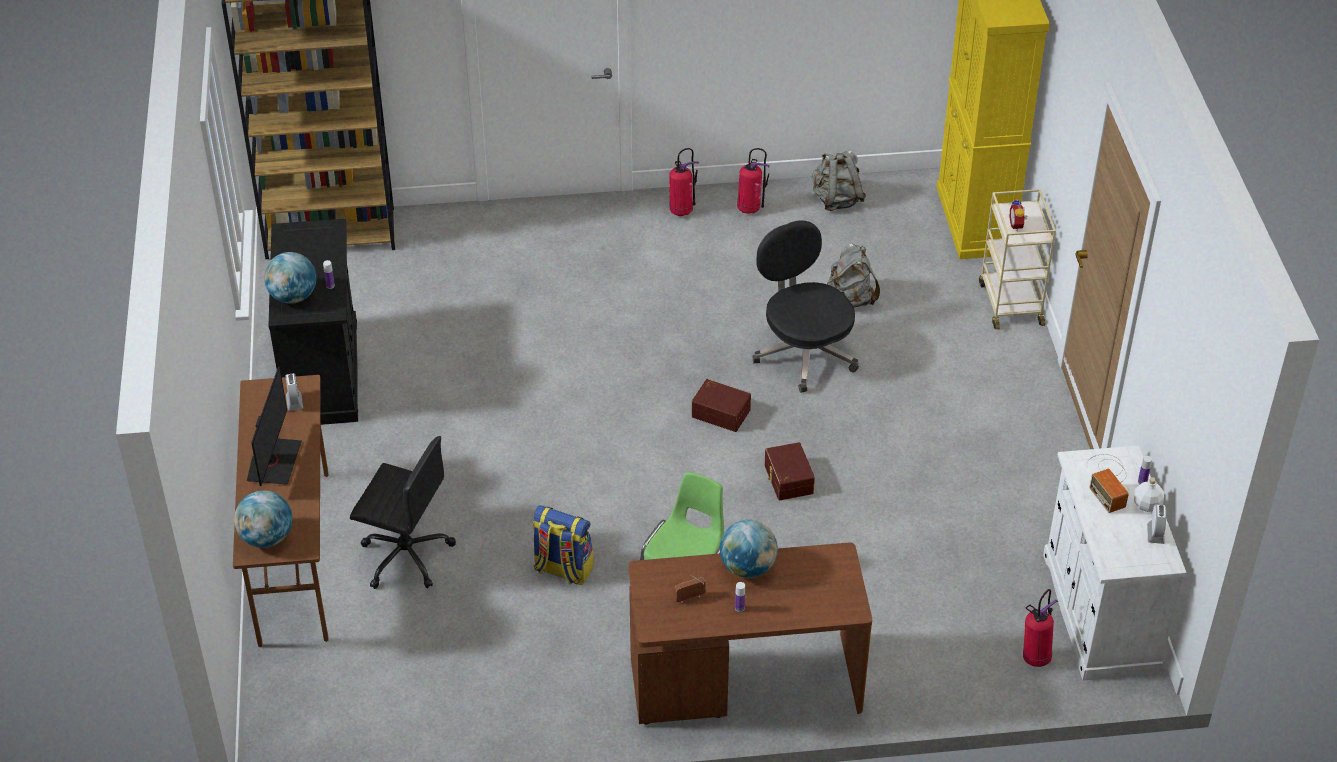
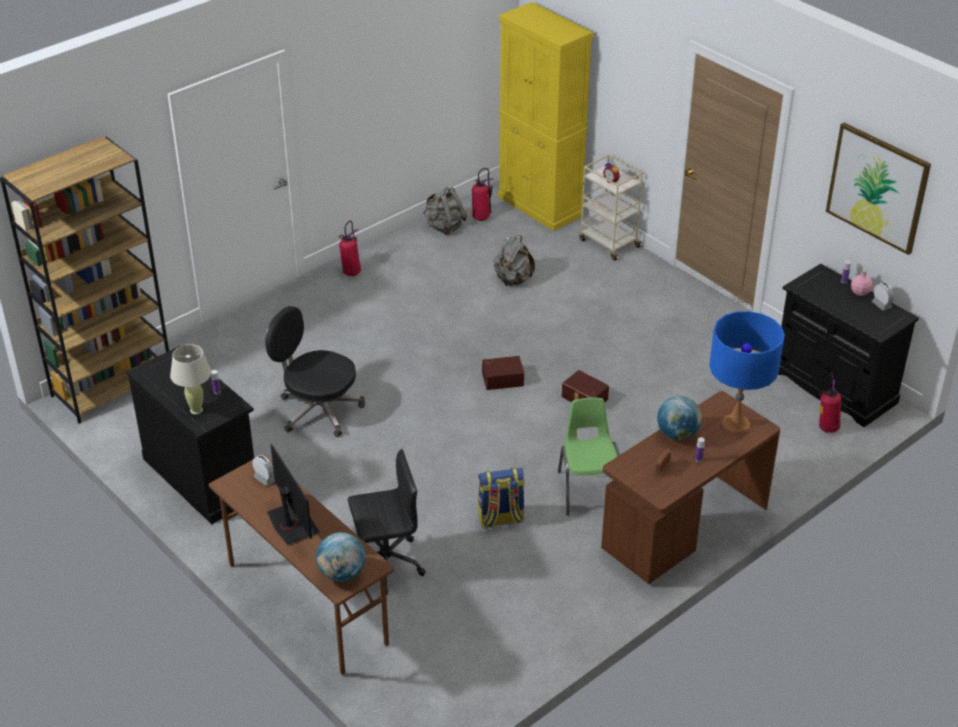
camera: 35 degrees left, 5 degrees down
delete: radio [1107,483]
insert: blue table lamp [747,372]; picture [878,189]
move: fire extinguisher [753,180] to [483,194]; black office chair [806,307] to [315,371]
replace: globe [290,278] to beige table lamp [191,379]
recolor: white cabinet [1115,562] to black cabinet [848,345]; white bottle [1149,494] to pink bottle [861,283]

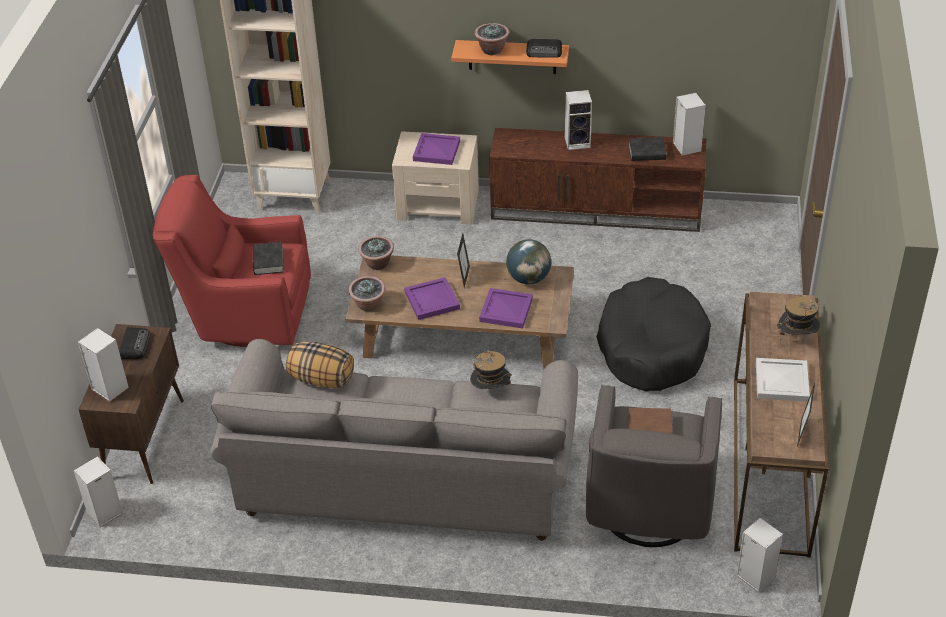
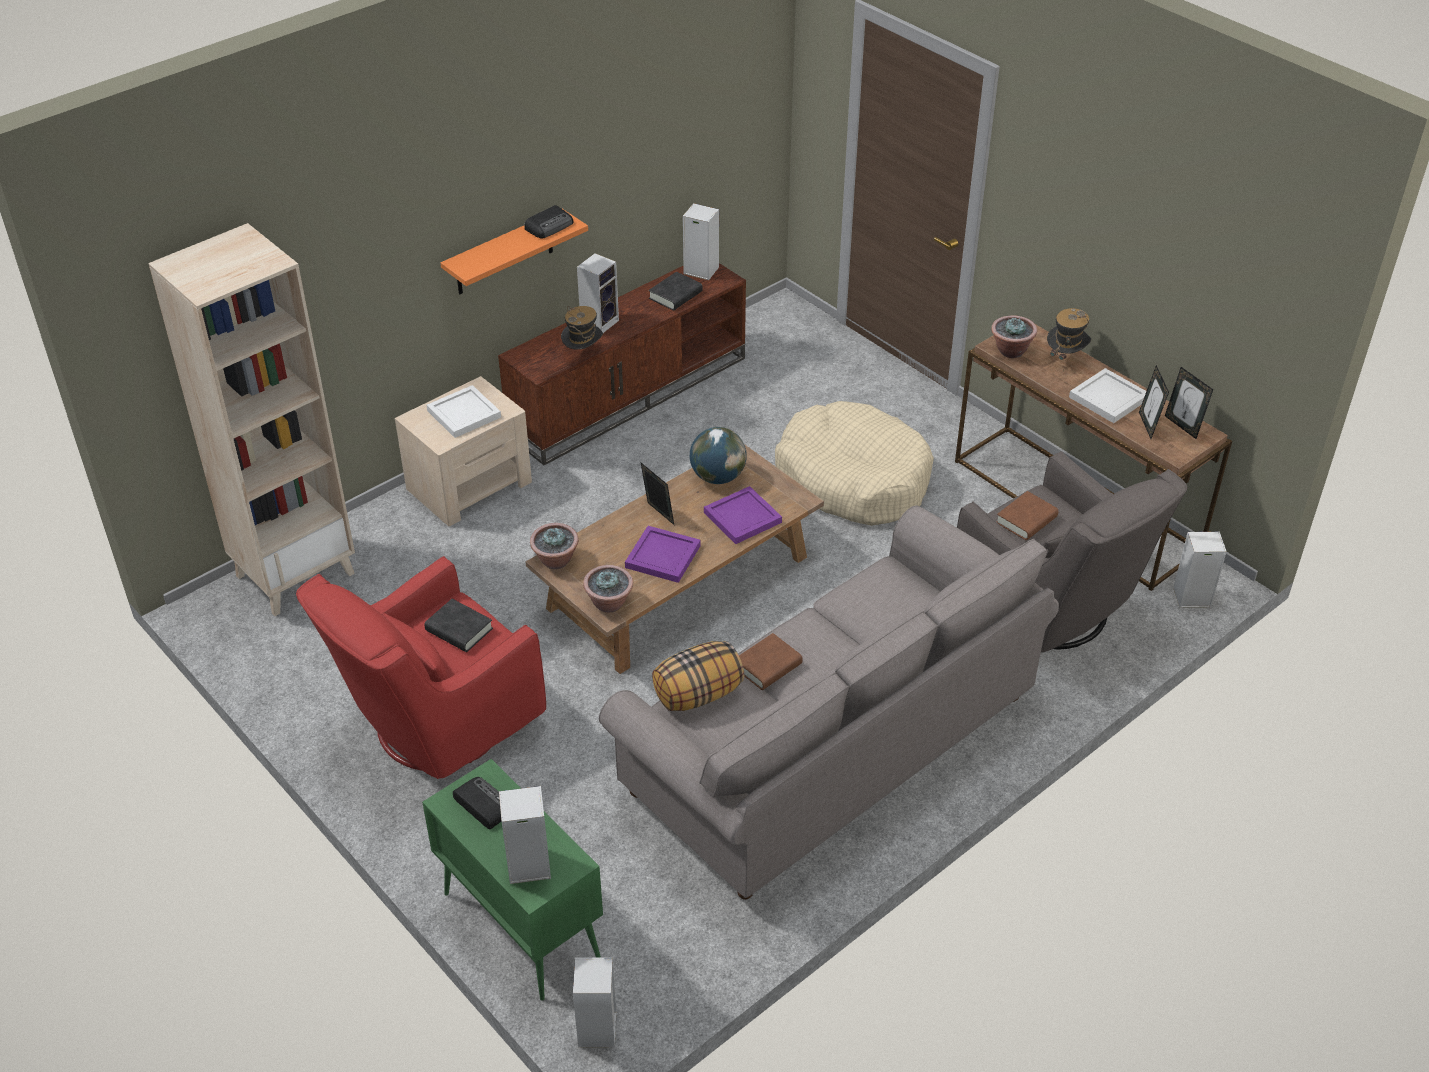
camera: 50 degrees left, 0 degrees up
insert: brown book [771,661]; picture frame [1154,402]
move: hat [491,368] to [582,328]; potted plant [492,39] to [1014,336]
recolor: brown cabinet [131,404] to green cabinet [512,880]; purple tray [436,149] to white tray [463,411]; black dog bed [653,334] to beige dog bed [854,463]

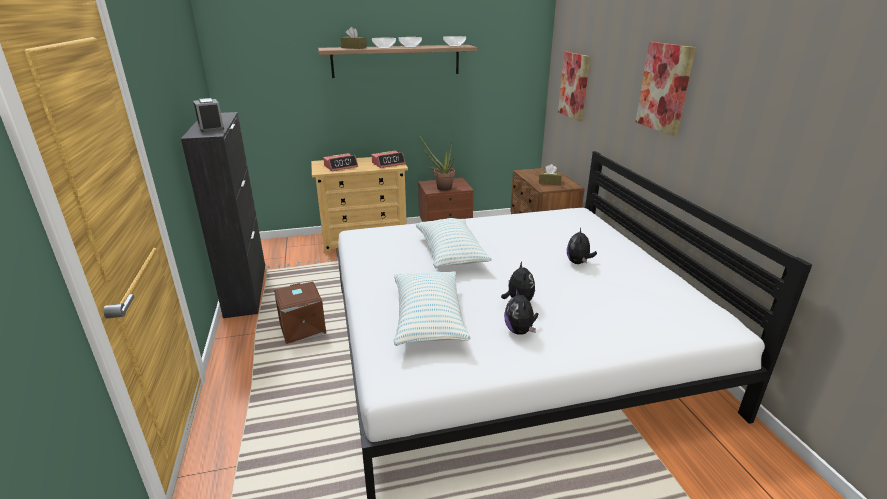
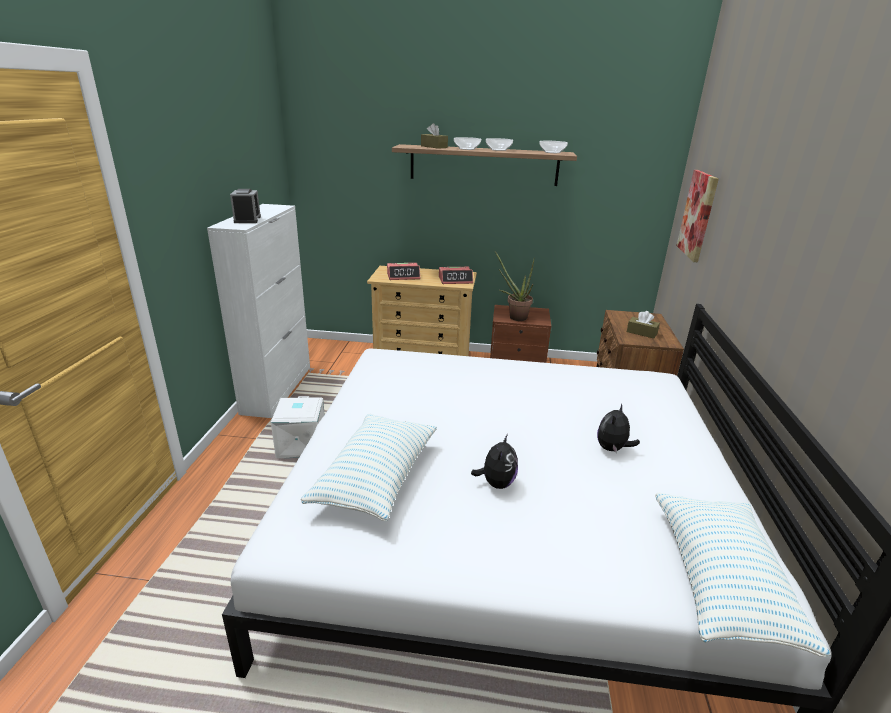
camera: 20 degrees right, 0 degrees up
delete: plush toy [521,312]; picture [666,89]
move: pillow [454,243] to [743,575]
recolor: black cabinet [223,215] to white cabinet [258,311]; brown storage box [300,313] to white storage box [298,427]

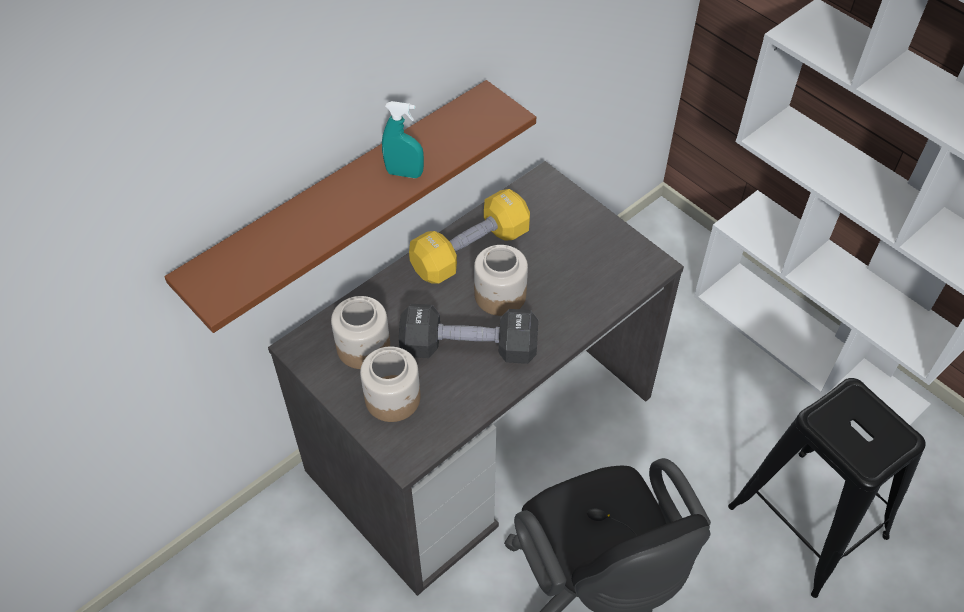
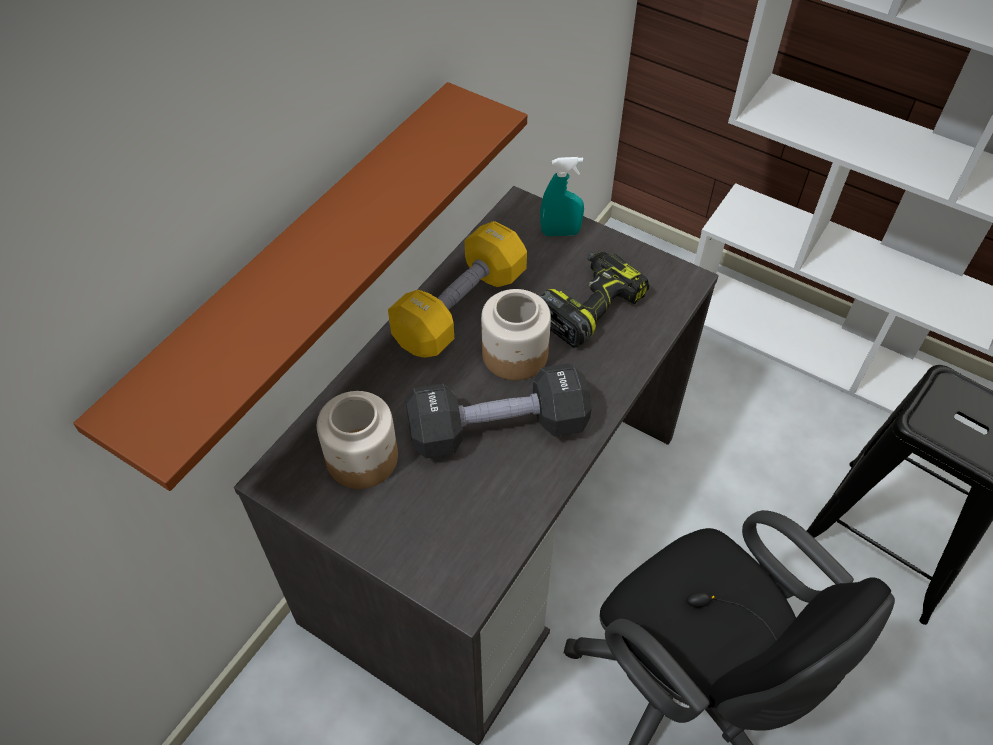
camera: 15 degrees left, 0 degrees up
delete: jar [390,384]
insert: power drill [595,300]
move: turquoise spray bottle [403,139] to [562,196]

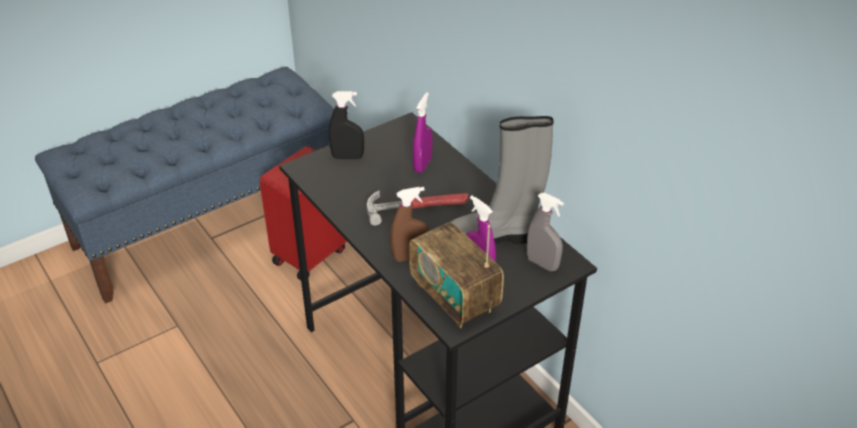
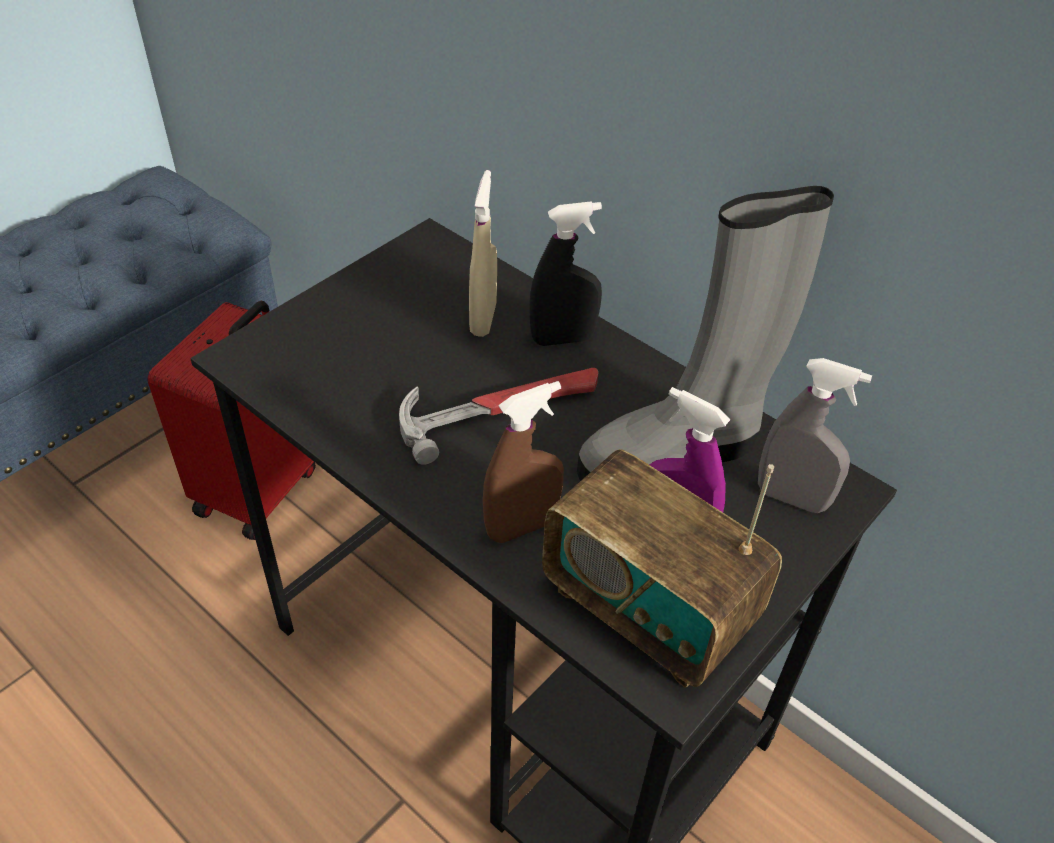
camera: 15 degrees left, 5 degrees up
move: black spray bottle [346,125] to [565,273]
recolor: purple spray bottle [422,132] to beige spray bottle [483,253]

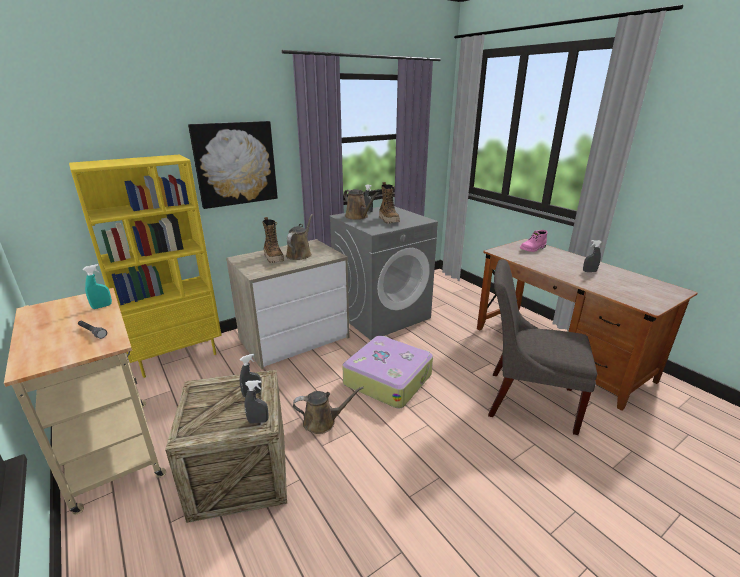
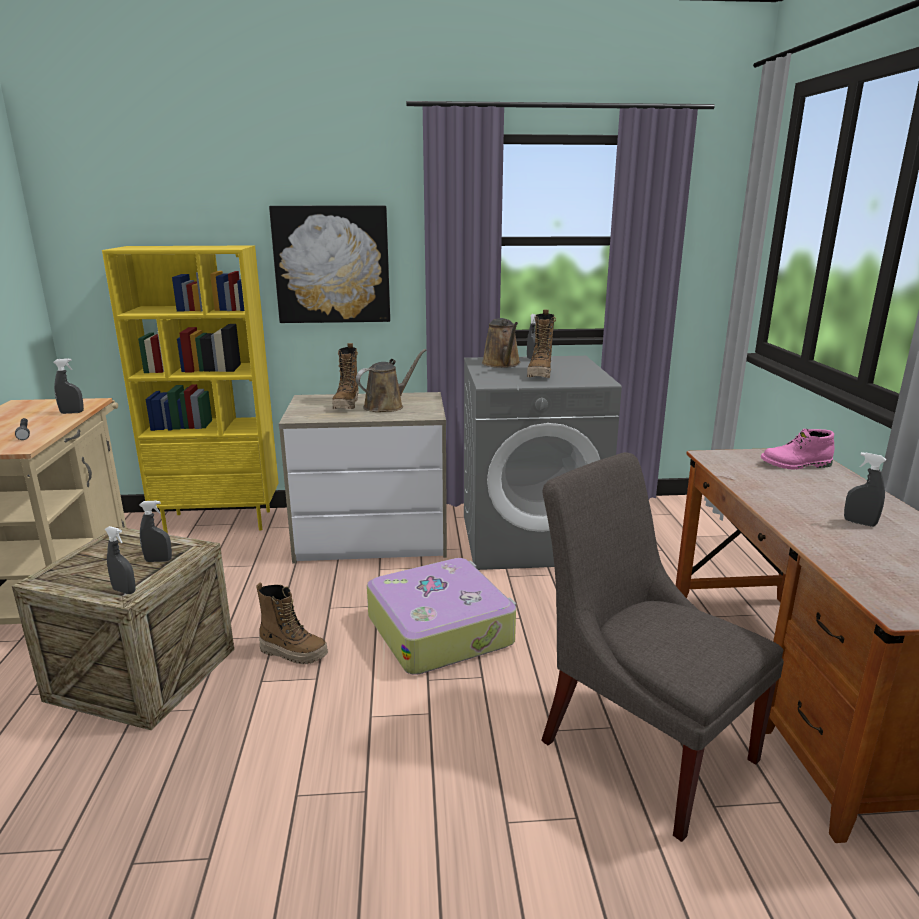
camera: 30 degrees right, 5 degrees down
replace: brown watering can [328,410] to boot [292,623]
recolor: turquoise spray bottle [97,286] to grey spray bottle [68,386]

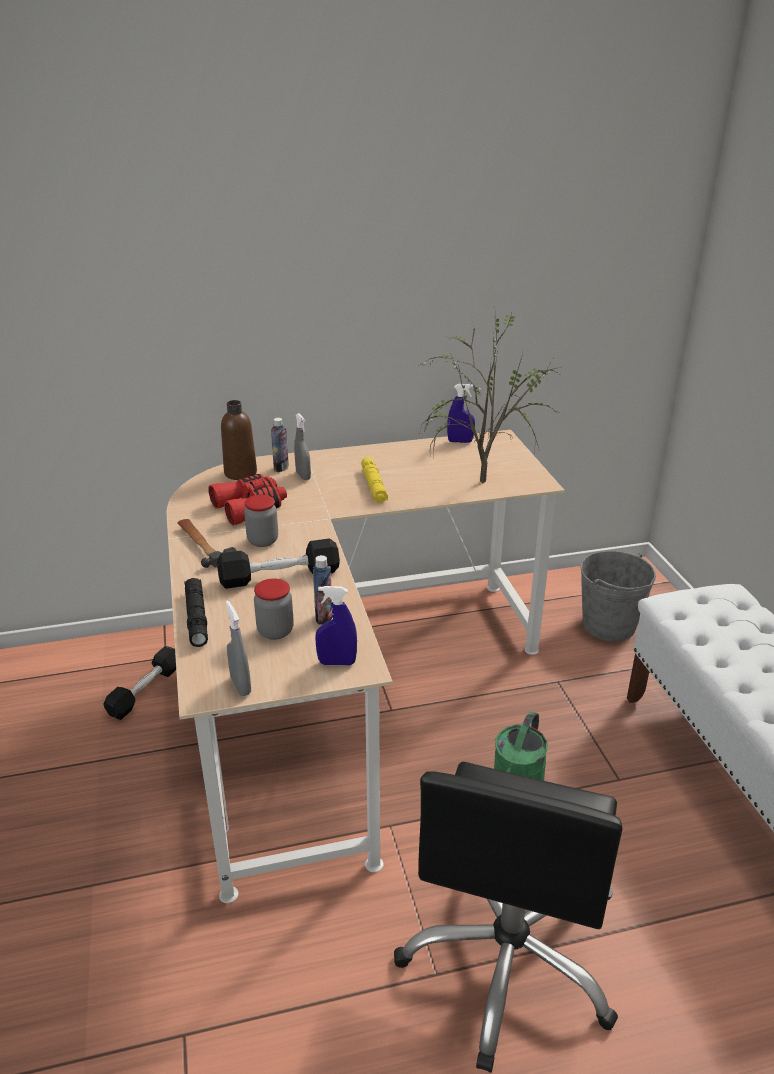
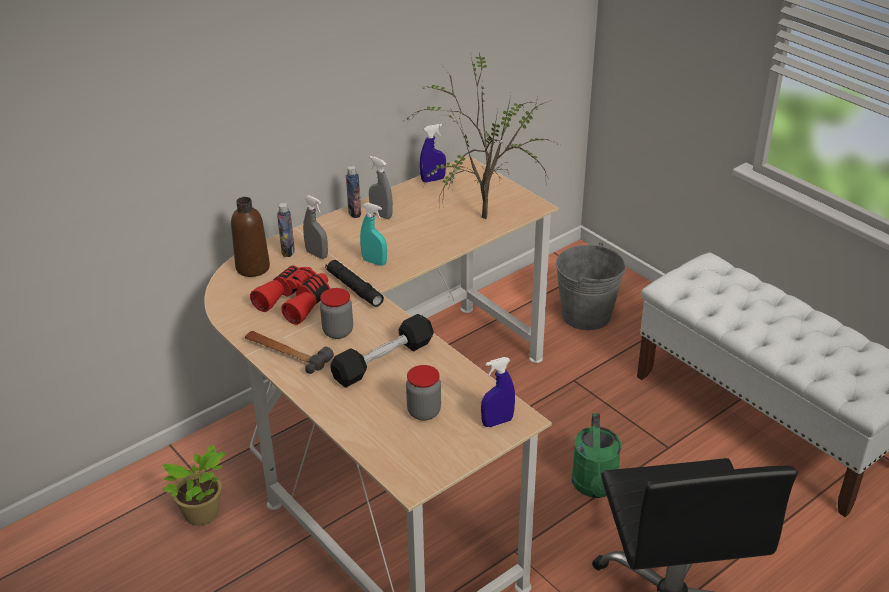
camera: 25 degrees left, 5 degrees up
delete: yellow flashlight [374,480]
insert: turquoise spray bottle [373,234]
move: black flashlight [196,612] to [354,283]; grey spray bottle [238,648] to [381,187]; bottle [323,590] to [353,192]
replace: black dumbbell [139,683] to potted plant [194,485]

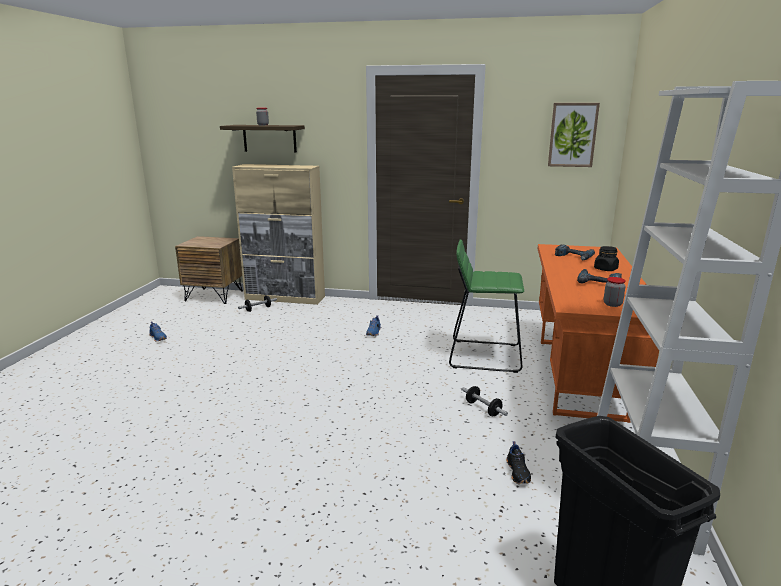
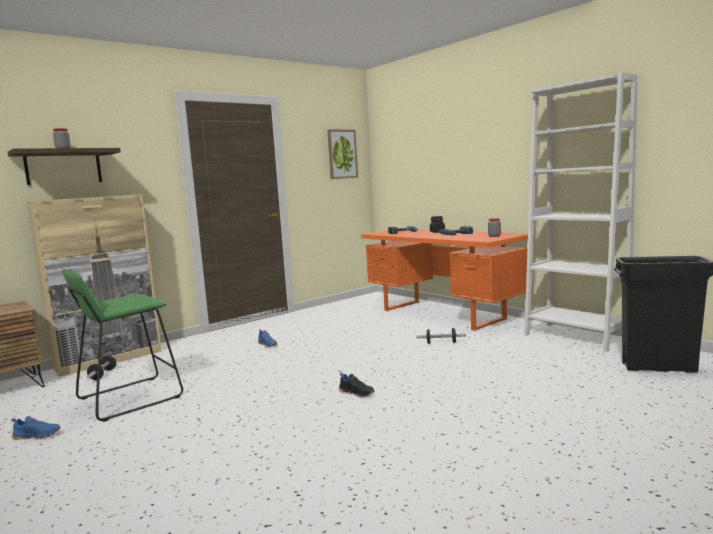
camera: 50 degrees left, 10 degrees down
move: green stool [486,306] to [122,345]; black shoe [518,462] to [356,385]

